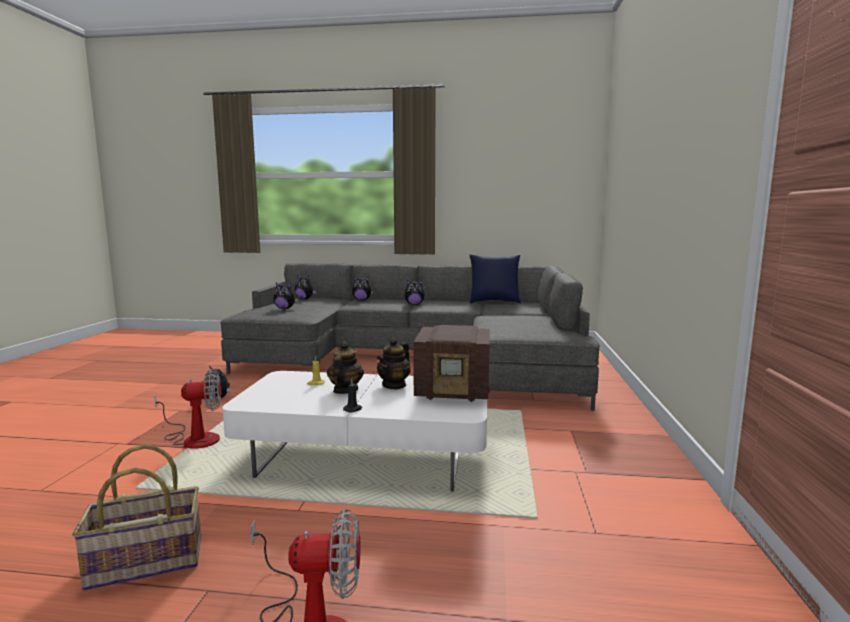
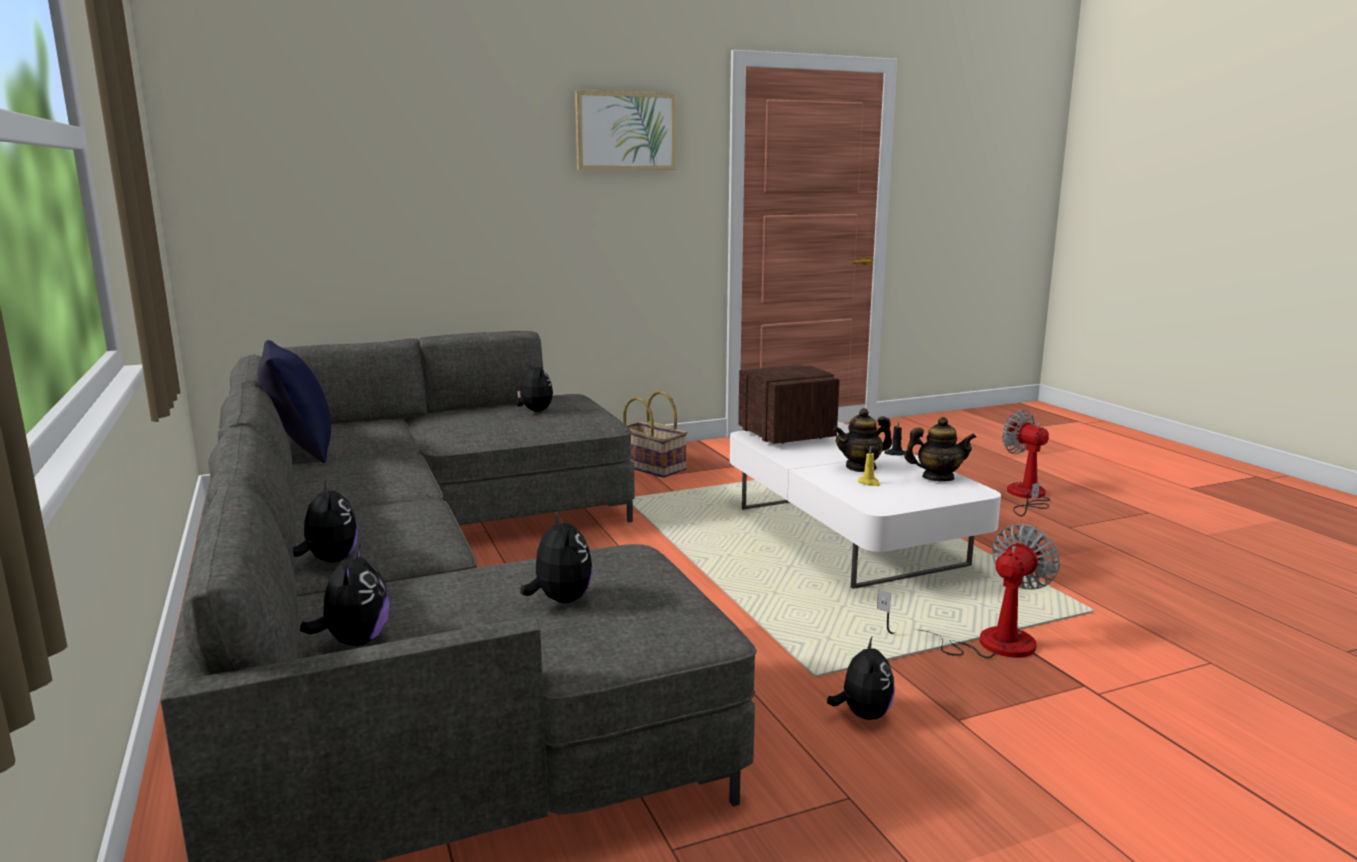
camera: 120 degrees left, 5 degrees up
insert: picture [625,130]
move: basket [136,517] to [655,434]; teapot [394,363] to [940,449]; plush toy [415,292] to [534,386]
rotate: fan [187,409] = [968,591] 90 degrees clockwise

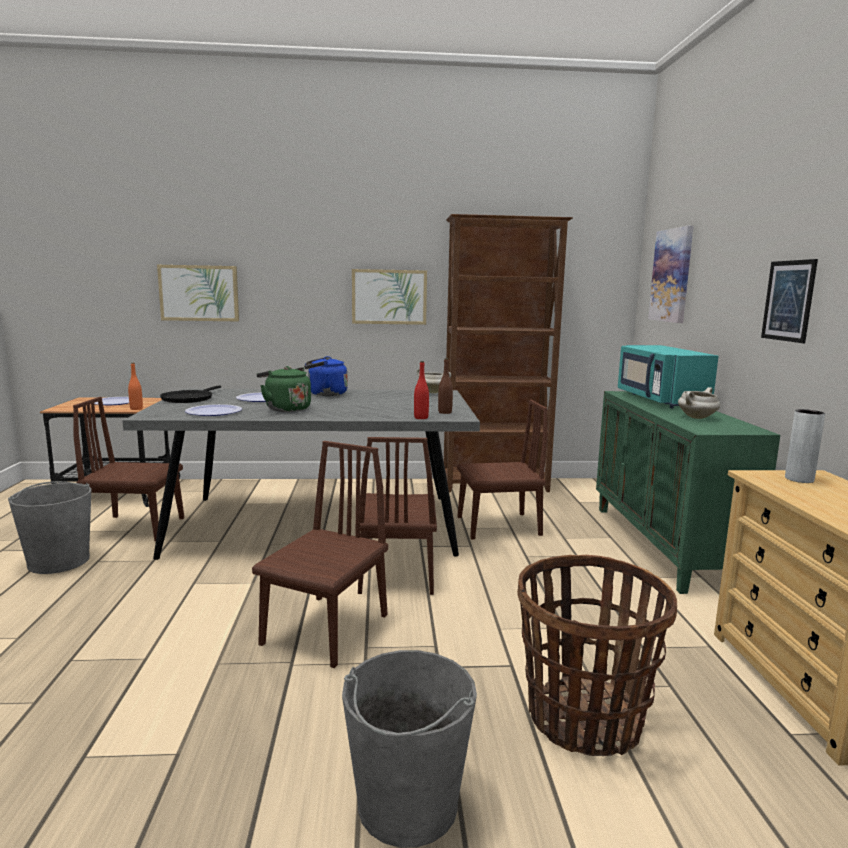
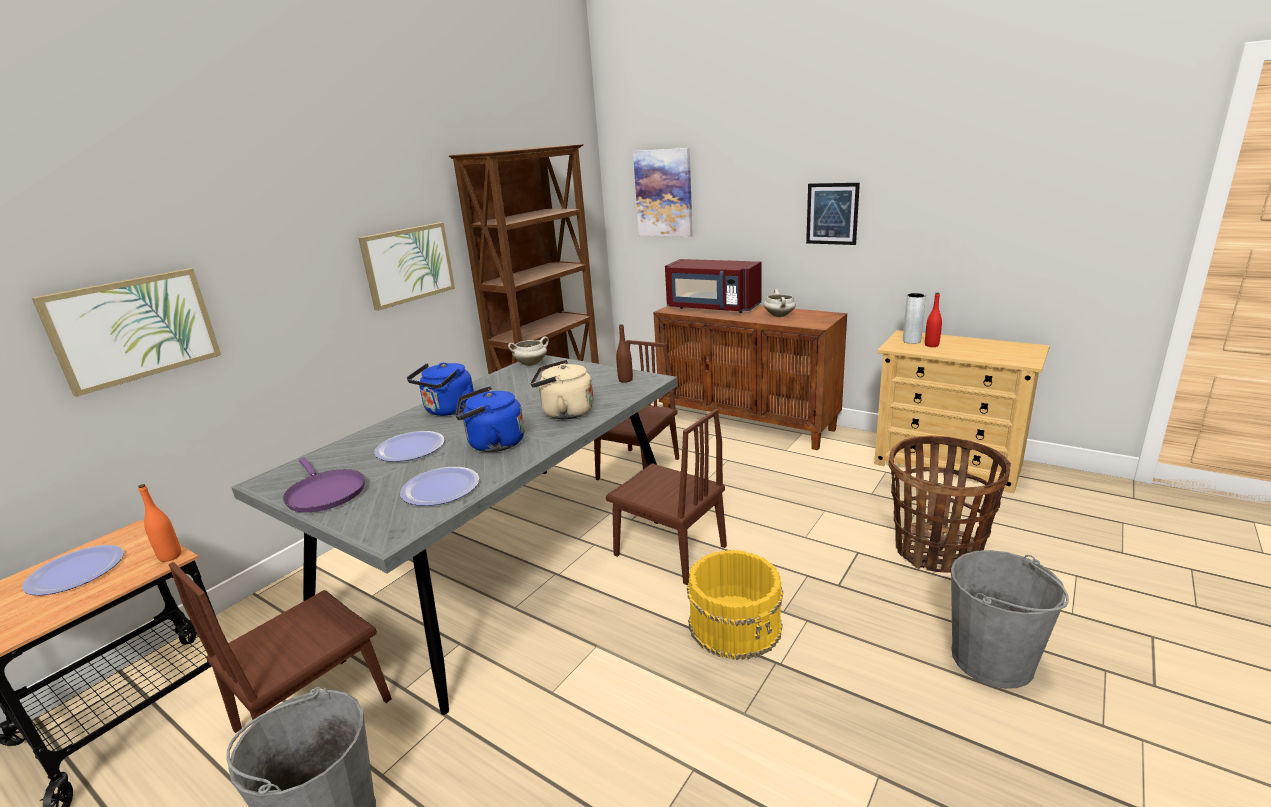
camera: 50 degrees left, 10 degrees up
insert: beige kettle [562,389]
move: red bottle [421,390] to [933,320]
replace: brown chair [320,554] to yellow bucket [735,605]
recolor: black frying pan [190,394] to purple frying pan [324,484]; green kettle [284,389] to blue kettle [489,419]; green cabinet [688,492] to brown cabinet [750,377]; turquoise microwave [668,376] to red microwave [713,286]

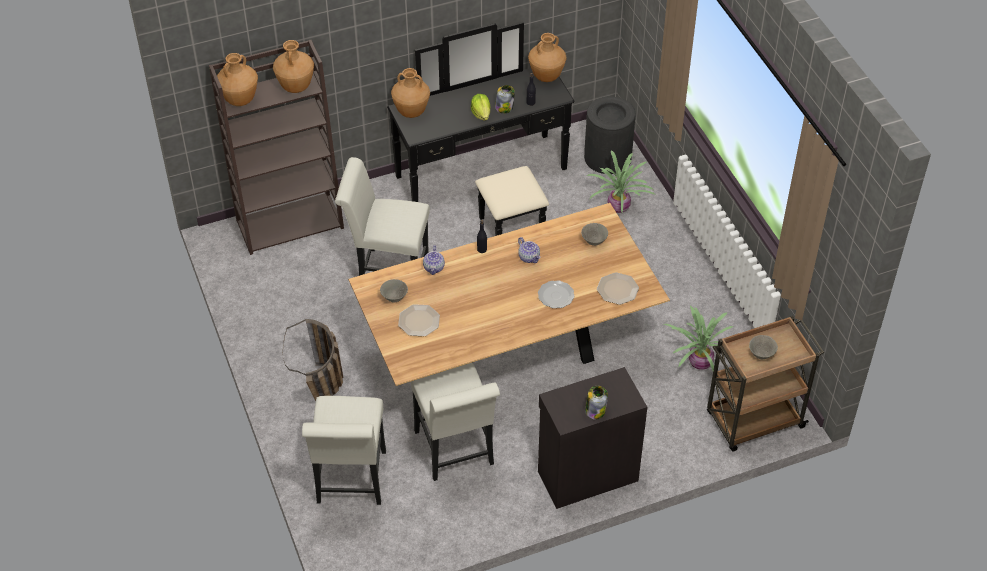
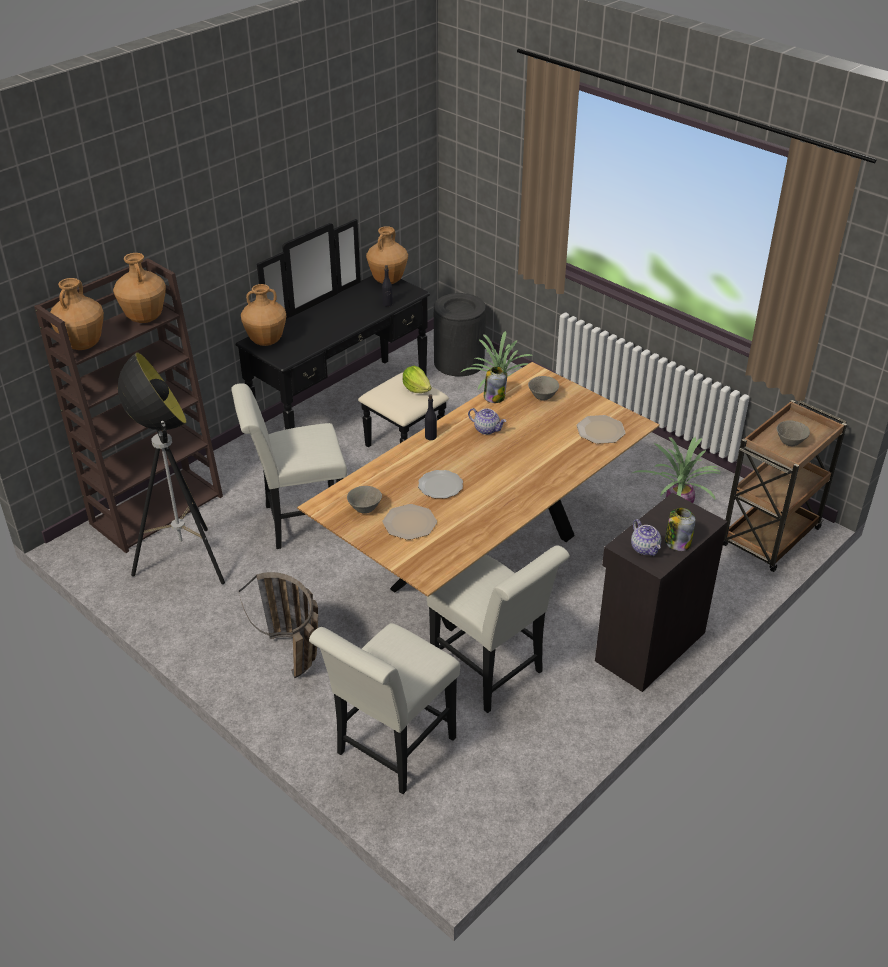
camera: 25 degrees left, 10 degrees down
insert: floor lamp [171,468]
move: teapot [434,260] to [646,537]; lettuce [480,107] to [417,379]; jar [505,99] to [495,385]; plate [556,294] to [440,484]
rotate: white chair [344,450] = [384,708] 60 degrees clockwise

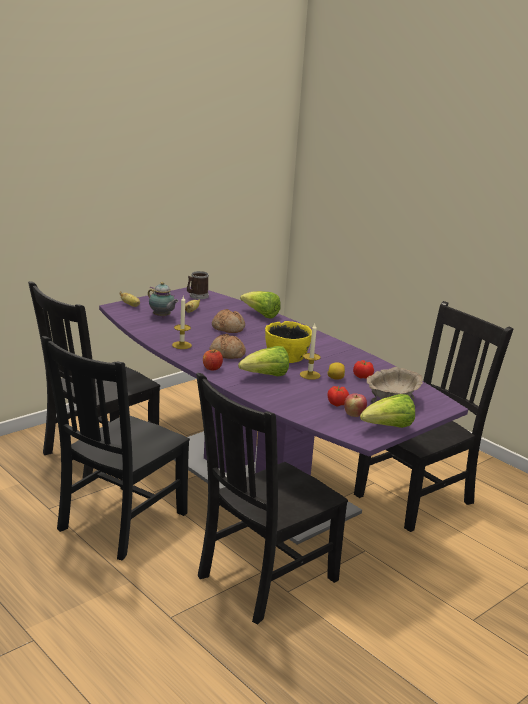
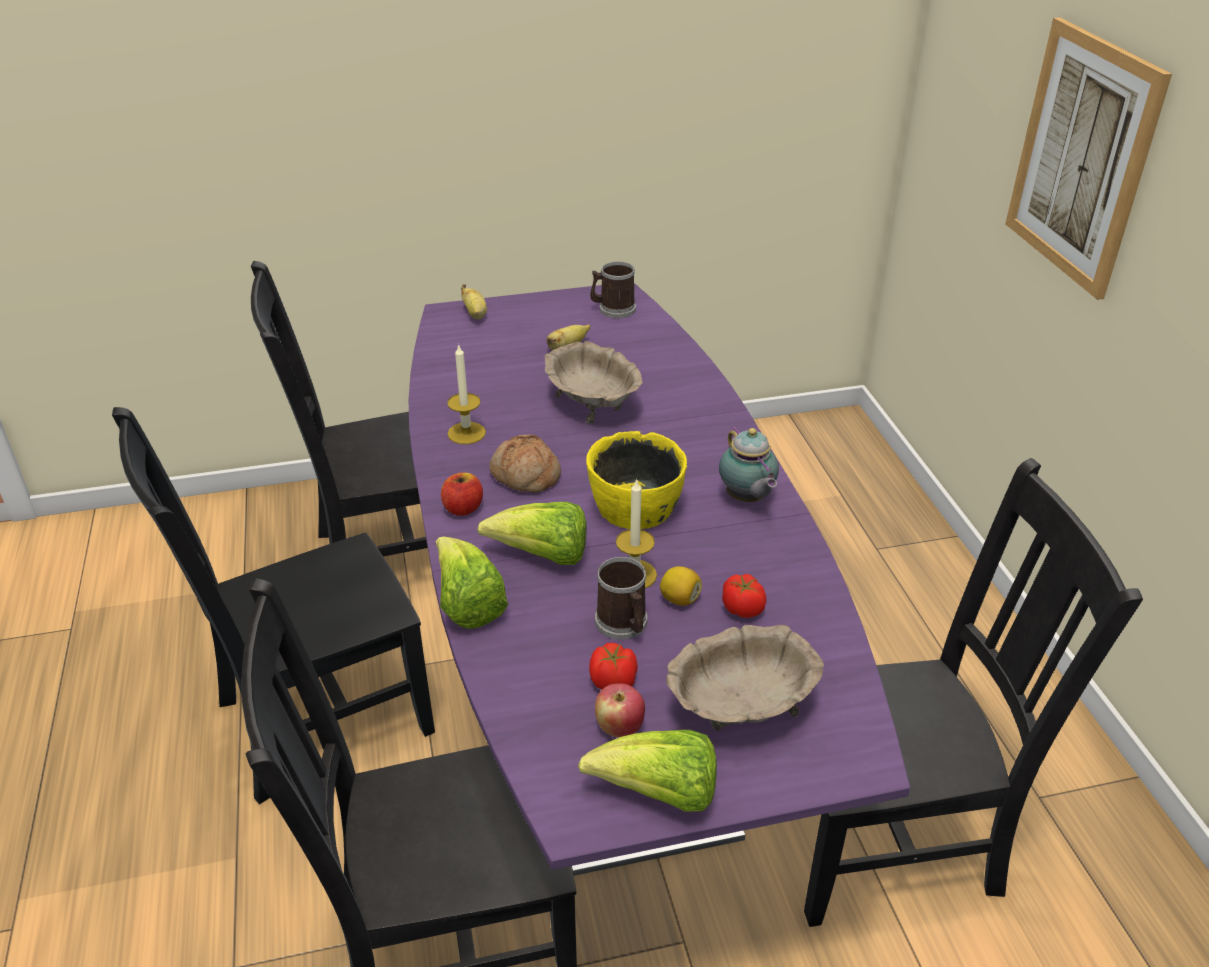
camera: 30 degrees right, 15 degrees up
insert: mug [621,598]; picture [1088,159]
move: teapot [163,300] to [749,464]; lettuce [260,305] to [472,582]
replace: bread [228,321] to beige bowl [594,382]

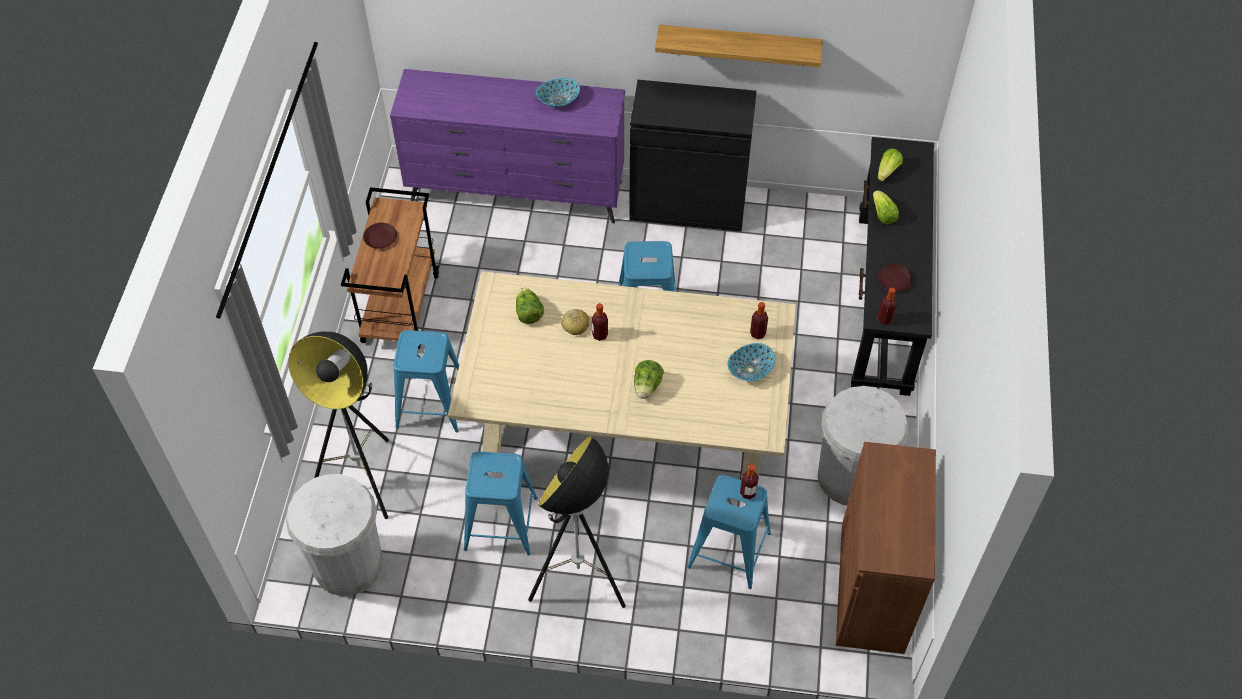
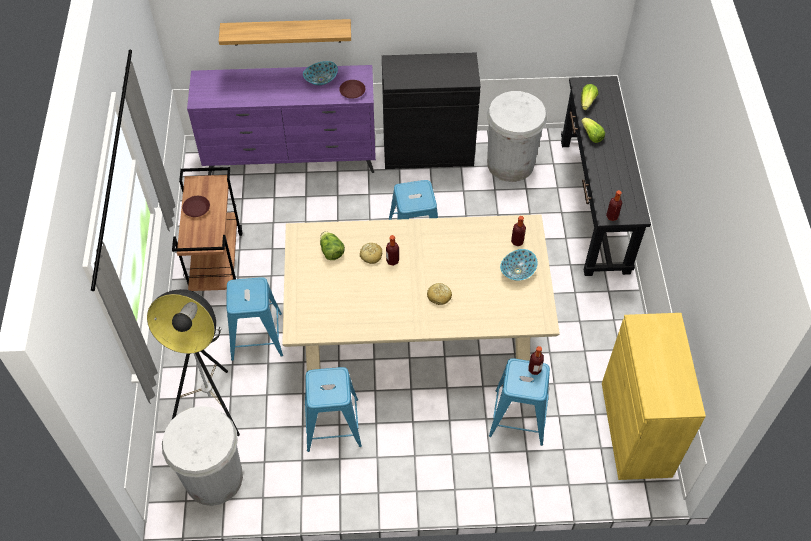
camera: 10 degrees left, 0 degrees up
delete: floor lamp [577,522]
move: shelf [739,46] to [285,32]; white trash can [863,446] to [517,136]; brown plate [895,277] to [352,89]
replace: lettuce [649,379] to bread [439,294]
recolor: brown cabinet [886,548] to yellow cabinet [654,396]

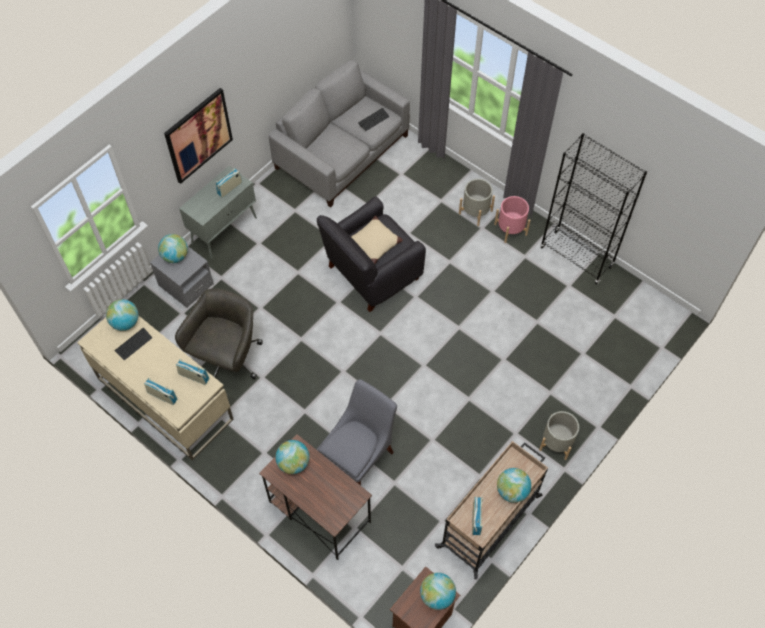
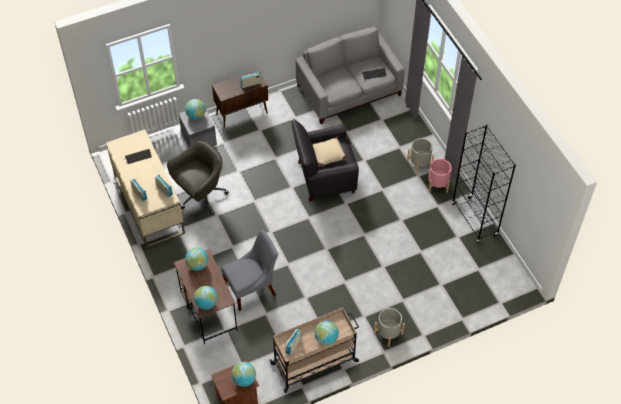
camera: 25 degrees right, 5 degrees down
delete: picture [198,136]
move: globe [122,315] to [206,298]
recolor: grey cabinet [218,212] to brown cabinet [240,99]

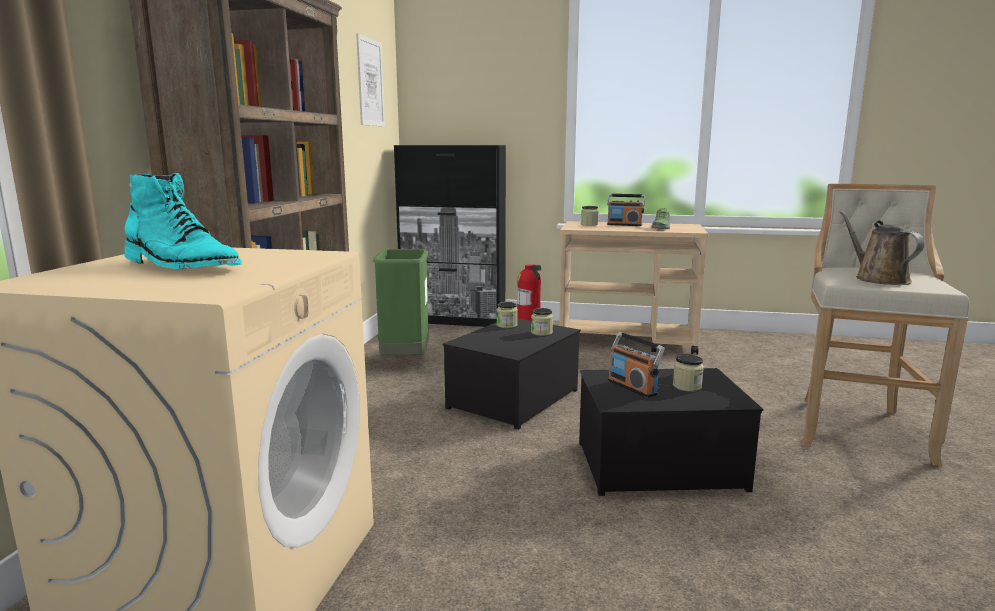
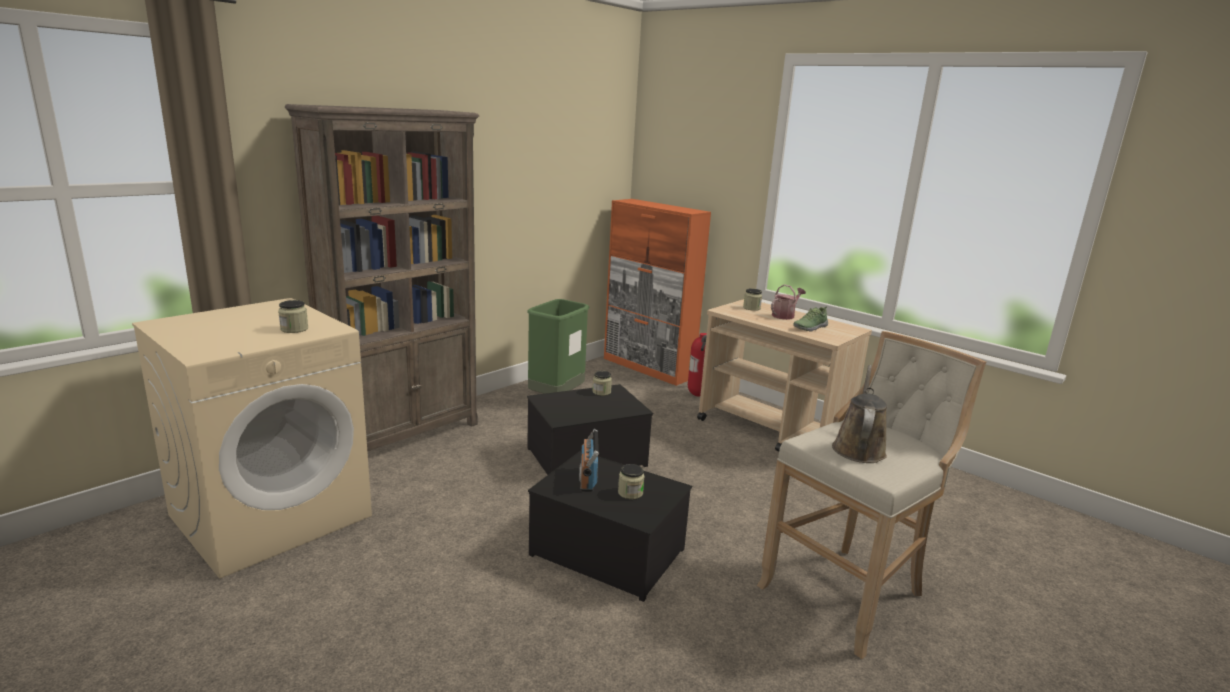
camera: 30 degrees right, 5 degrees up
delete: turquoise boot [183,221]; picture [370,80]
move: jar [542,322] to [293,316]
replace: radio [626,210] to watering can [788,302]
recolor: black cabinet [450,236] to orange cabinet [657,292]

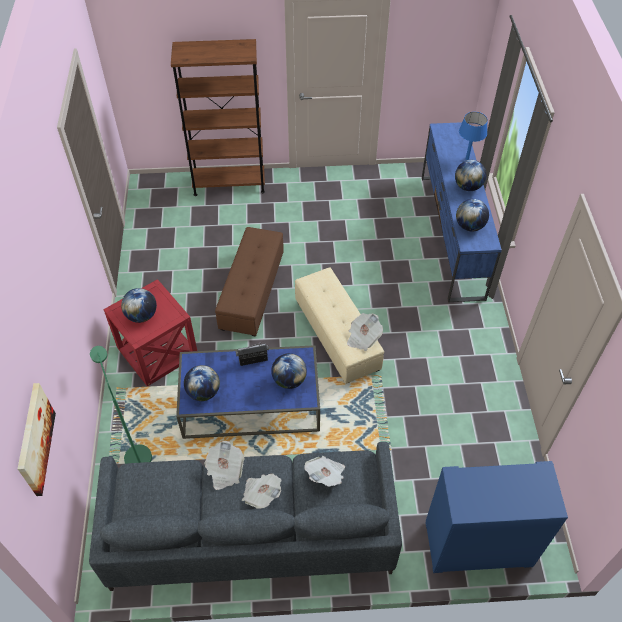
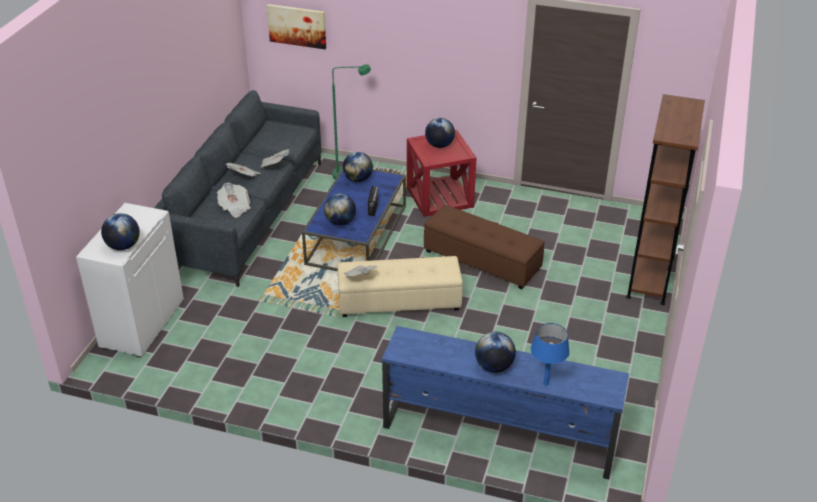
camera: 110 degrees right, 15 degrees down
move: globe [472,215] to [120,231]
recolor: blue cabinet [497,517] to white cabinet [130,280]

